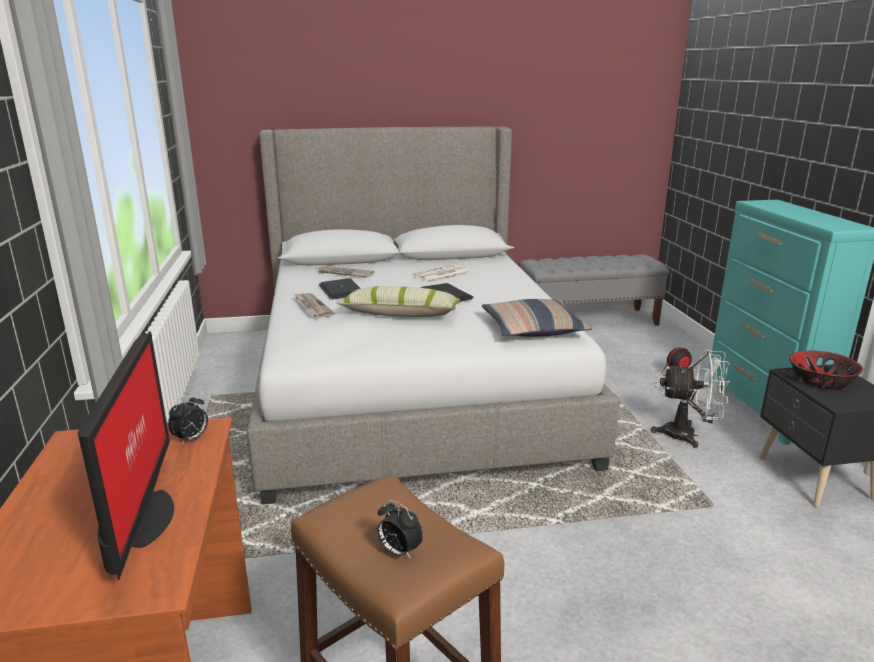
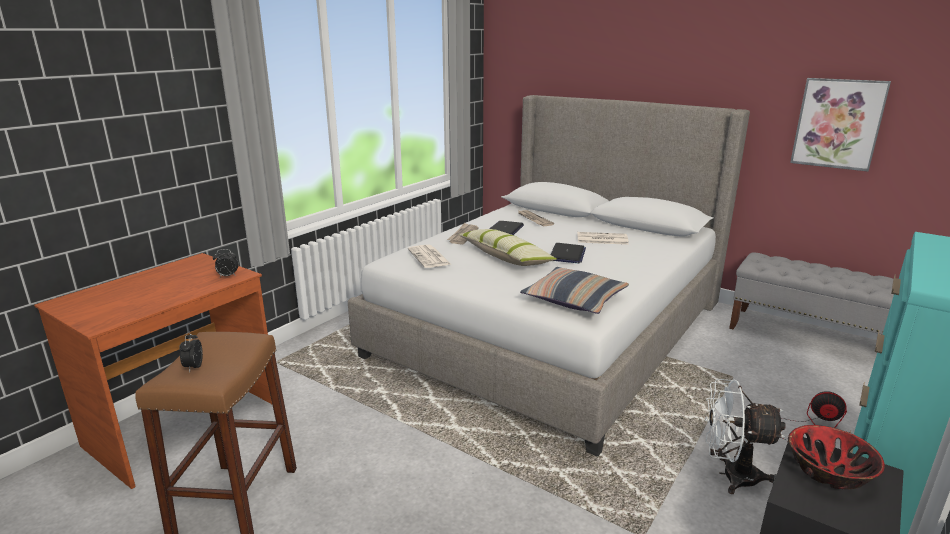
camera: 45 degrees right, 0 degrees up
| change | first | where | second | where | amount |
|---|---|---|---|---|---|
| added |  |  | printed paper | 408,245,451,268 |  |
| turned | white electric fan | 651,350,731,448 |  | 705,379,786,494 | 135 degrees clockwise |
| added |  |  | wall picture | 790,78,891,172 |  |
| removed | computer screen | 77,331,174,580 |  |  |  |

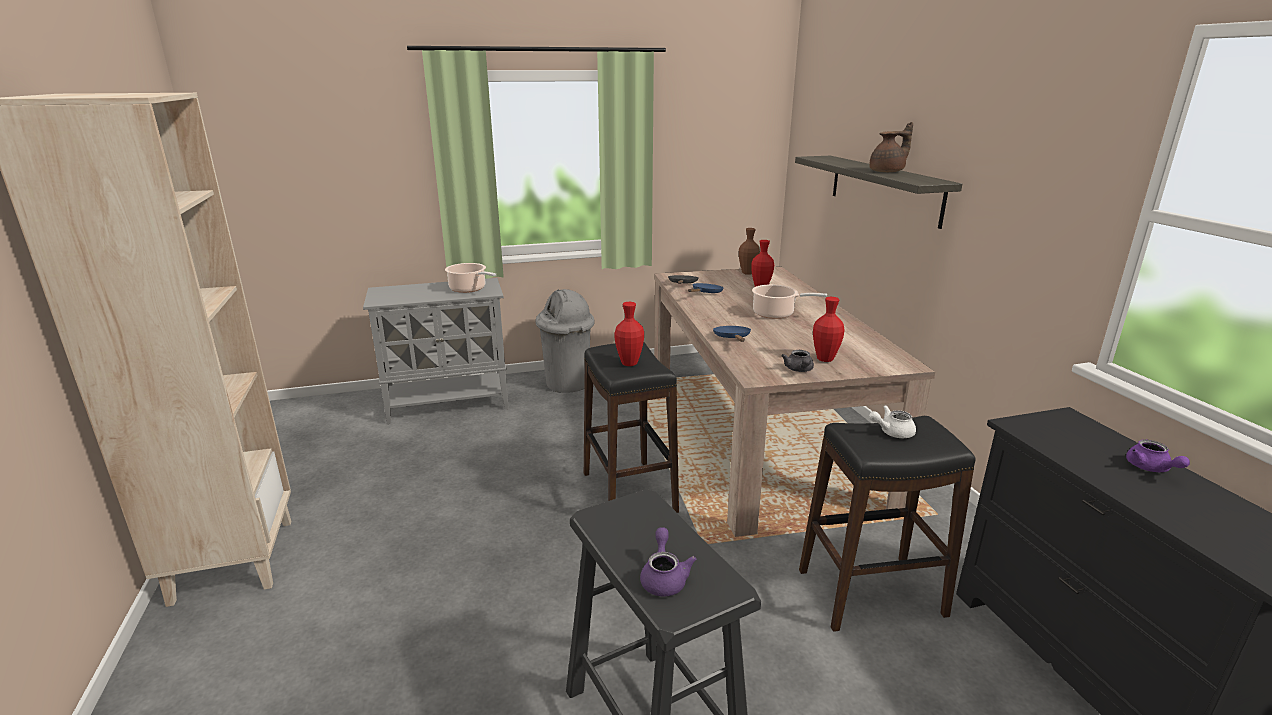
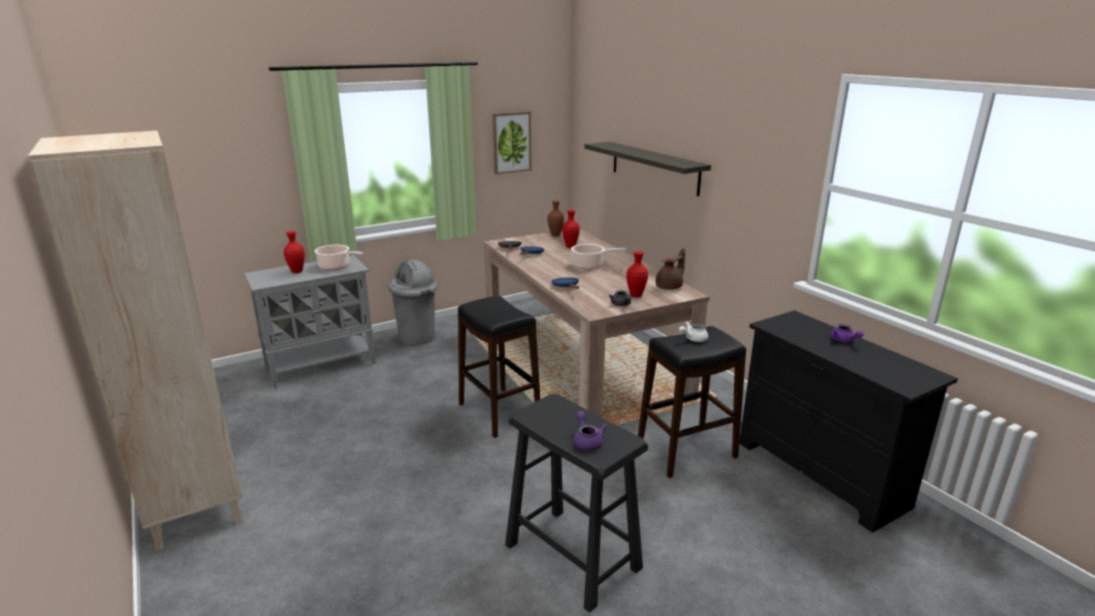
camera: 15 degrees left, 0 degrees up
| change | first | where | second | where | amount |
|---|---|---|---|---|---|
| moved | red decorative vase | 614,302,644,366 |  | 284,231,305,273 |  |
| added |  |  | wall picture | 493,111,532,175 |  |
| moved | brownish teapot | 869,122,913,172 |  | 656,248,685,290 |  |

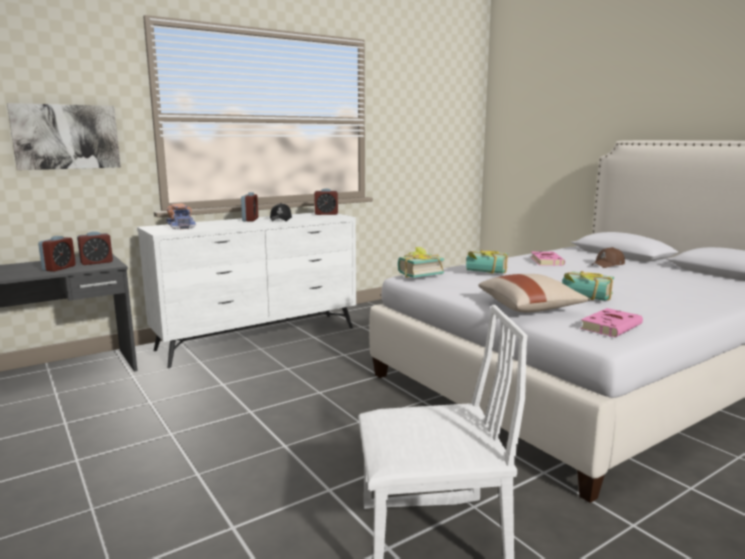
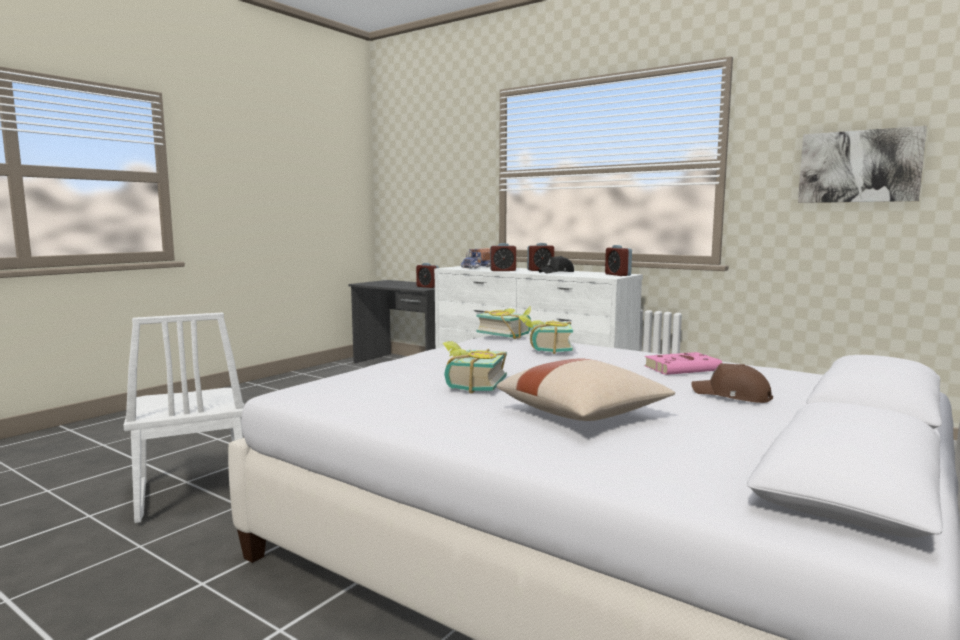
camera: 70 degrees right, 5 degrees down
| change | first | where | second | where | amount |
|---|---|---|---|---|---|
| moved | table clock | 38,236,76,272 |  | 490,243,516,271 |  |
| moved | beige-coloured cushion | 479,274,590,312 |  | 497,359,675,421 |  |
| moved | wall picture | 7,103,121,170 |  | 798,126,927,203 |  |
| removed | pink-coloured book | 580,308,643,337 |  |  |  |

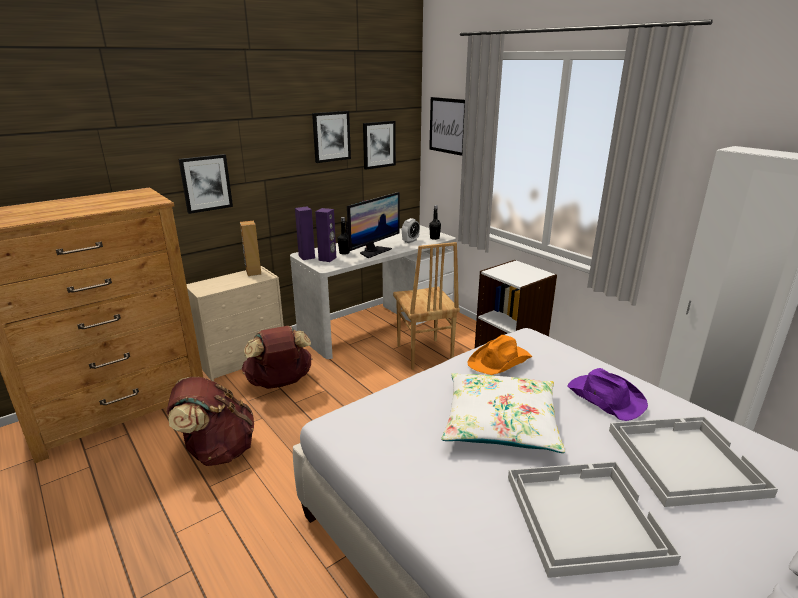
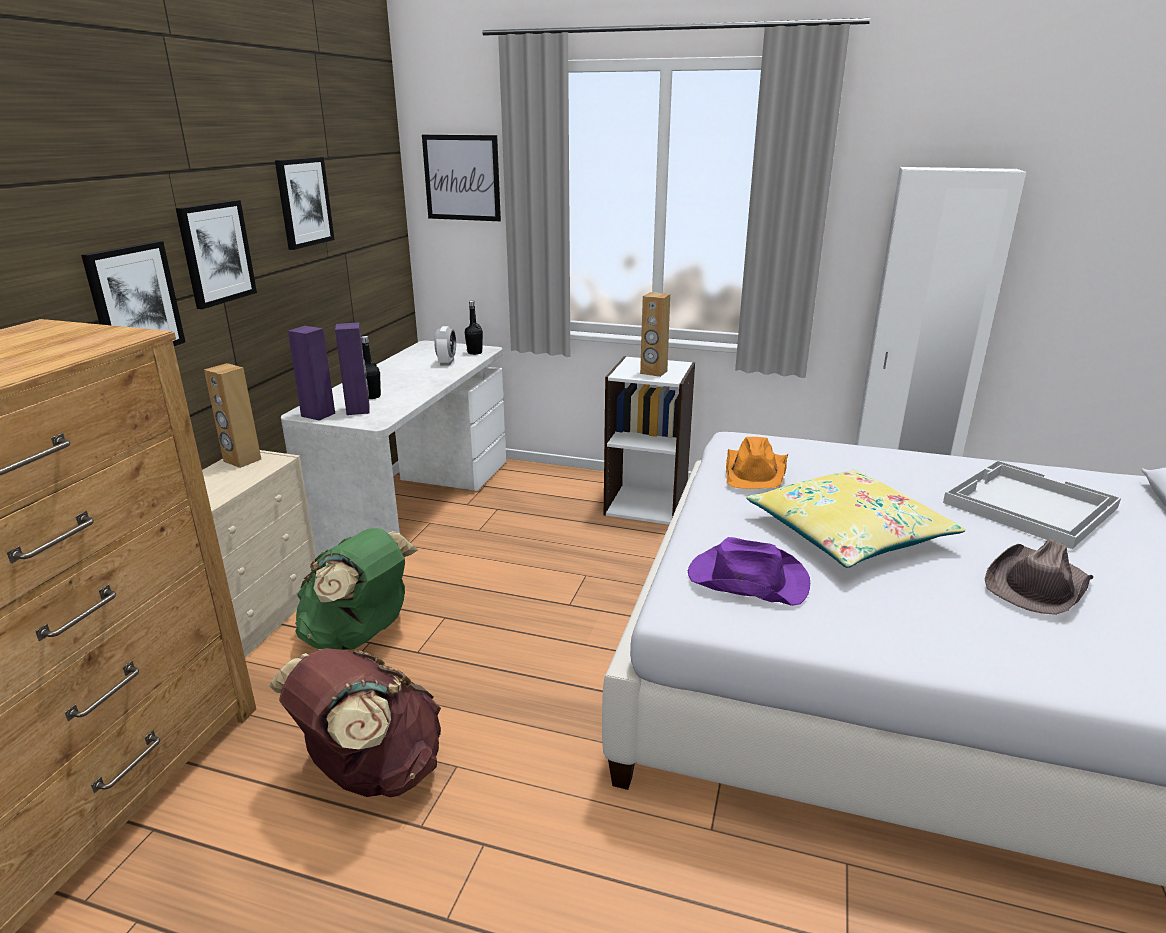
camera: 35 degrees left, 0 degrees up
| change | first | where | second | where | amount |
|---|---|---|---|---|---|
| moved | wall picture | 363,121,396,169 |  | 176,200,257,309 |  |
| recoloured | brownish backpack | 242,326,313,389 | green-coloured backpack | 295,528,418,650 |  |
| added |  |  | brownish speaker | 640,292,670,377 |  |
| moved | purple-coloured hat | 568,368,648,421 |  | 688,537,810,606 |  |
| recoloured | white cushion | 442,373,565,453 | yellow cushion | 746,470,965,568 |  |
| replaced | white tray | 508,461,681,578 | brownish hat | 985,539,1093,615 |  |
| removed | computer screen | 345,192,399,258 |  |  |  |
| removed | brownish chair | 393,242,460,370 |  |  |  |

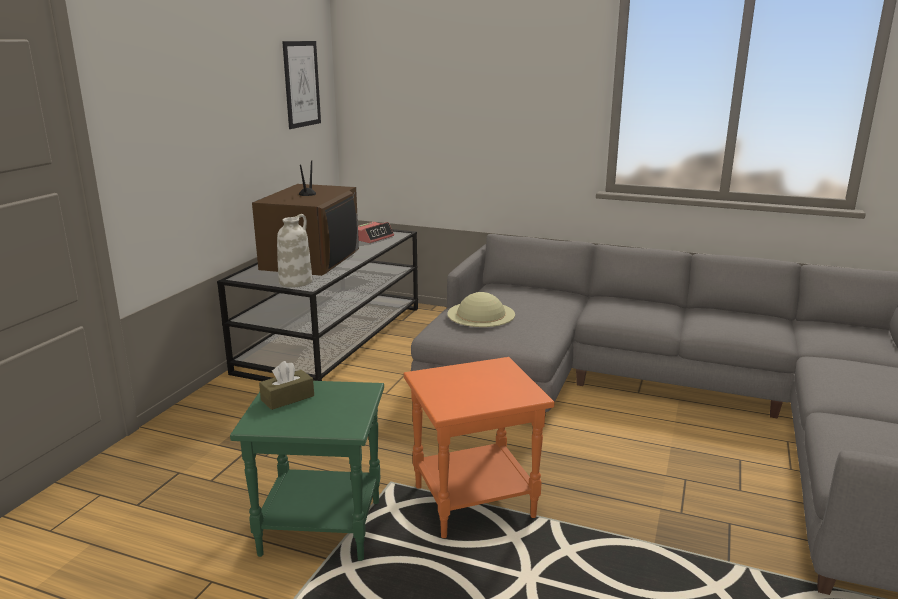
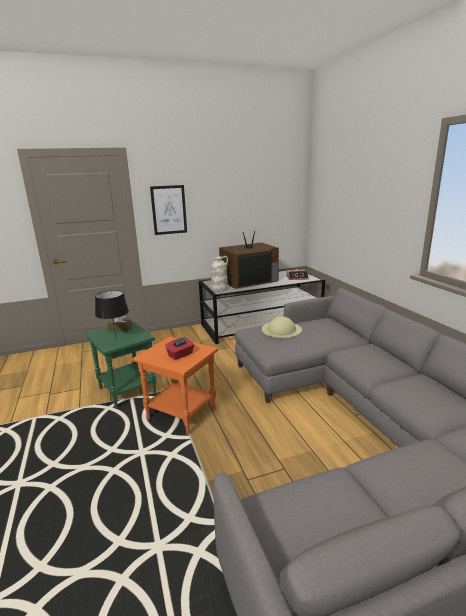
camera: 50 degrees right, 0 degrees up
| change | first | where | second | where | amount |
|---|---|---|---|---|---|
| added |  |  | black-coloured lamp for a table | 95,290,129,337 |  |
| moved | wall picture | 282,41,321,129 |  | 150,185,187,235 |  |
| added |  |  | red box of tissues | 165,337,194,360 |  |

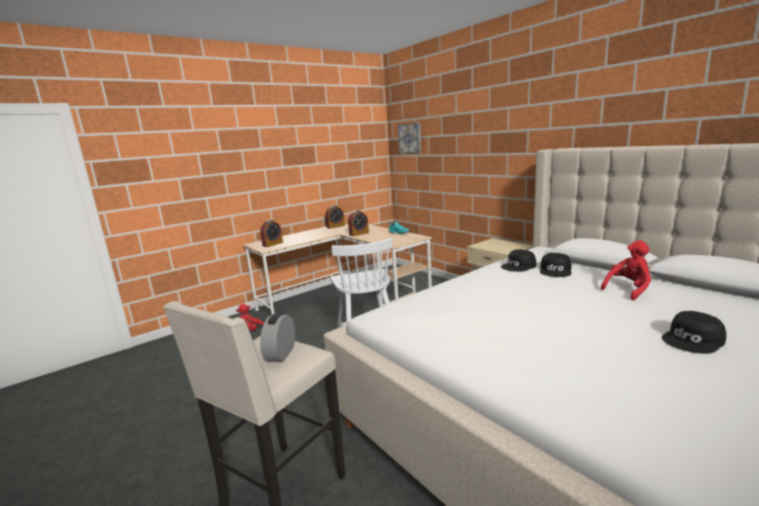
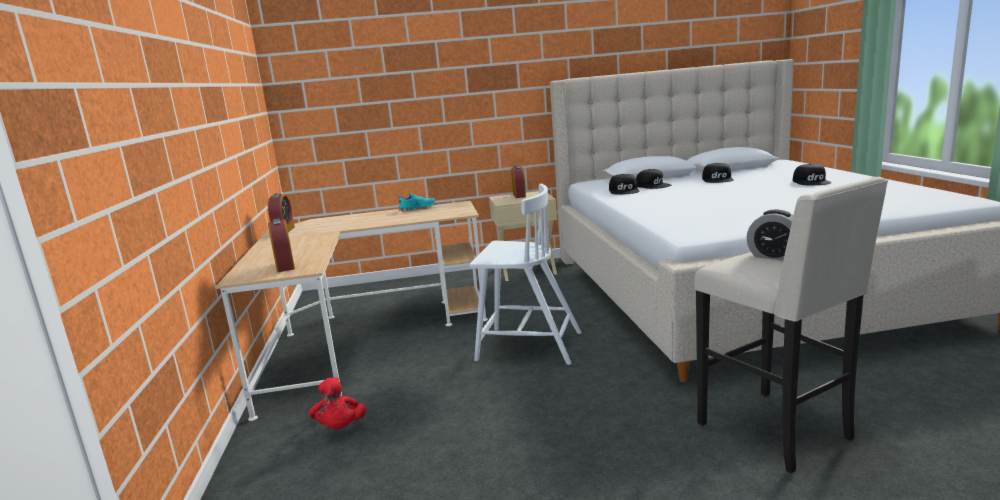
camera: 60 degrees left, 0 degrees up
| change | first | where | second | where | amount |
|---|---|---|---|---|---|
| moved | table clock | 348,211,369,236 |  | 511,165,526,198 |  |
| replaced | red plush toy | 601,240,651,300 | black-coloured baseball cap | 702,163,733,183 |  |
| removed | wall picture | 398,122,421,154 |  |  |  |

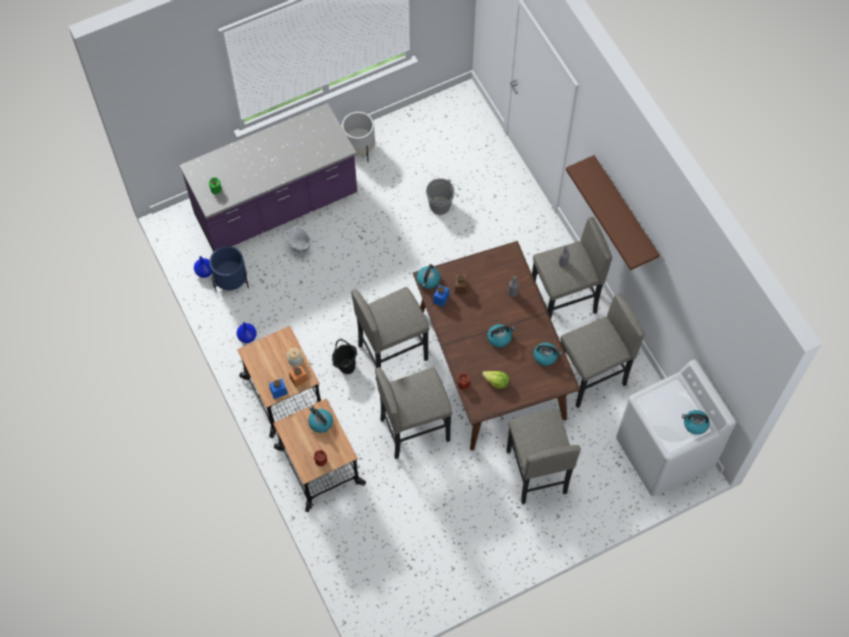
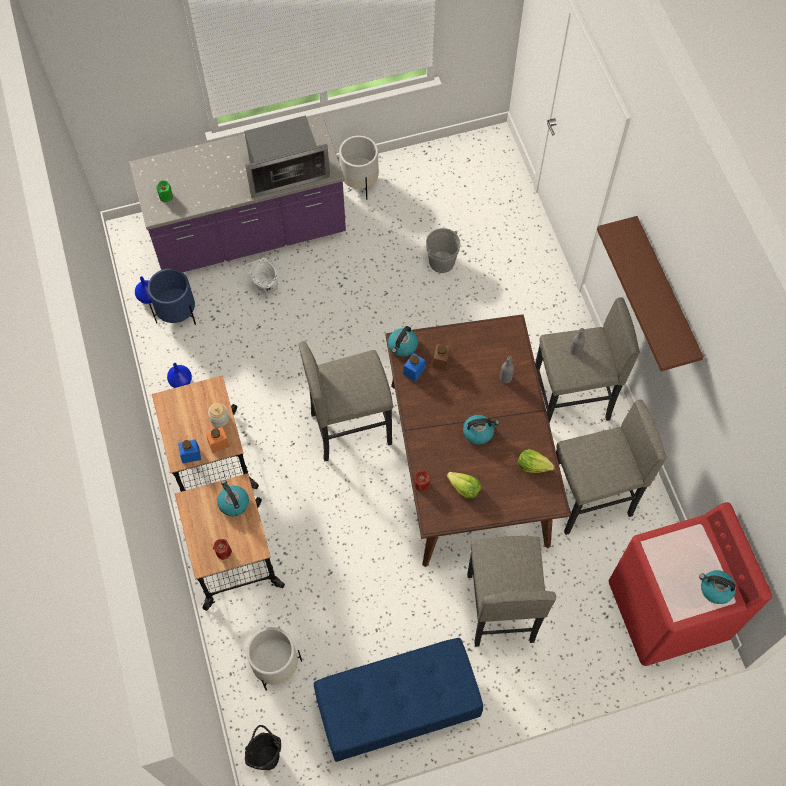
camera: 10 degrees right, 0 degrees up
| change | first | where | second | where | amount |
|---|---|---|---|---|---|
| added |  |  | microwave oven | 244,115,330,198 |  |
| moved | black-coloured pail | 332,339,357,374 |  | 245,725,281,770 |  |
| added |  |  | white flower pot | 247,627,302,691 |  |
| added |  |  | blue indoor bench | 314,638,483,762 |  |
| replaced | tea kettle | 534,342,562,366 | head of lettuce | 518,449,555,473 |  |
| recoloured | white laundry appliance | 616,359,736,497 | red laundry appliance | 609,502,772,666 |  |
| removed | grey sitting stool | 375,367,452,459 |  |  |  |

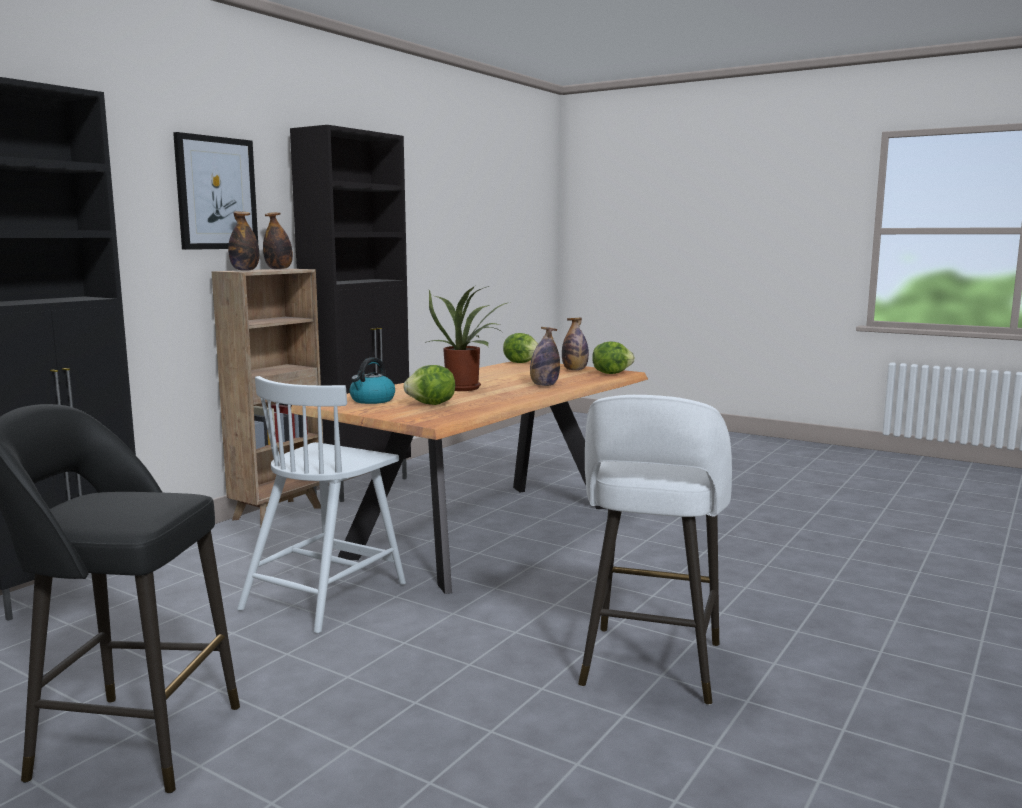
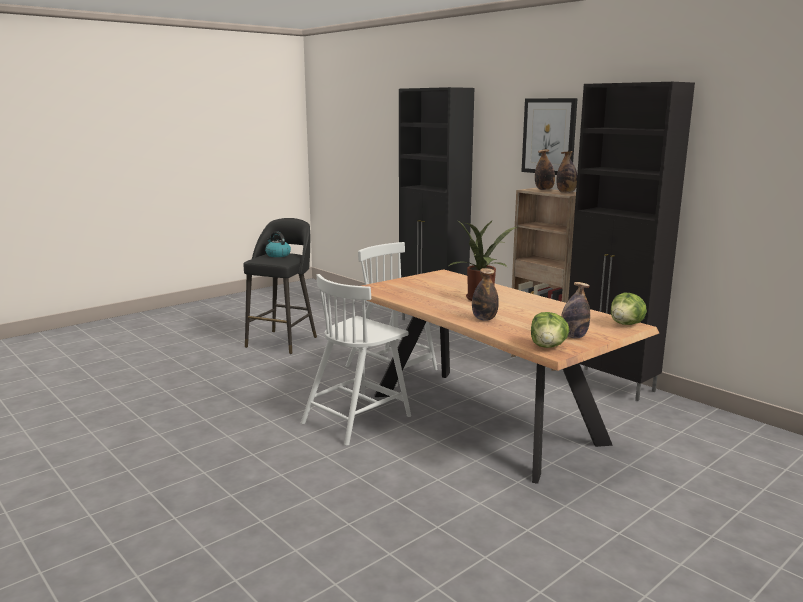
camera: 105 degrees right, 5 degrees up
| change | first | where | second | where | amount |
|---|---|---|---|---|---|
| moved | tea kettle | 350,357,395,404 |  | 265,231,291,257 |  |
| added |  |  | white chair | 301,274,411,446 |  |
| removed | head of lettuce | 403,365,455,405 |  |  |  |
| removed | white sitting stool | 578,395,732,705 |  |  |  |

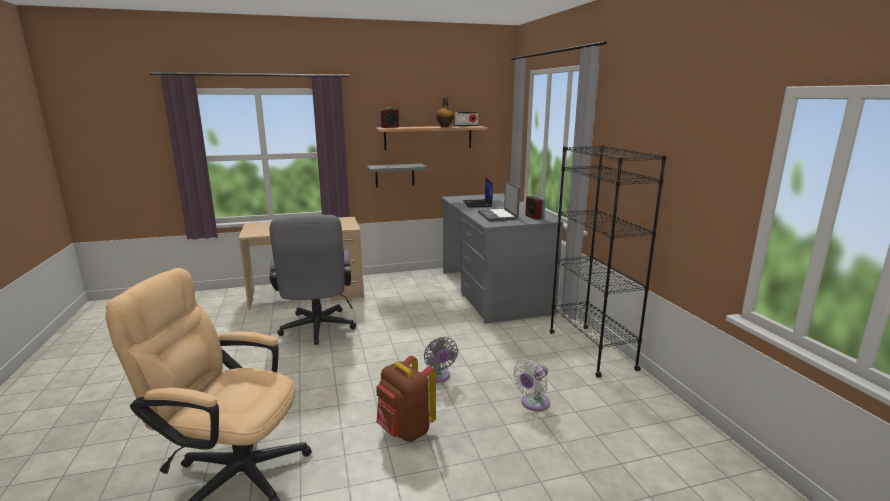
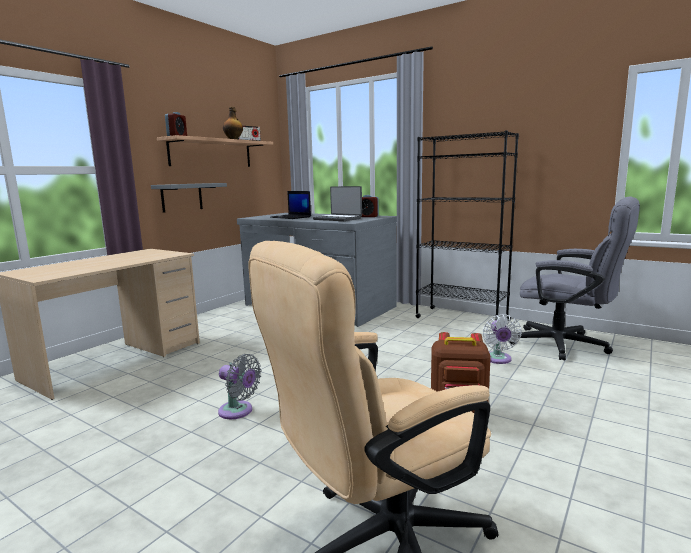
camera: 40 degrees left, 5 degrees down
| change | first | where | second | where | amount |
|---|---|---|---|---|---|
| moved | grey electric fan | 424,337,458,383 |  | 218,354,262,419 |  |
| moved | grey office chair | 269,214,356,345 |  | 508,196,640,361 |  |

